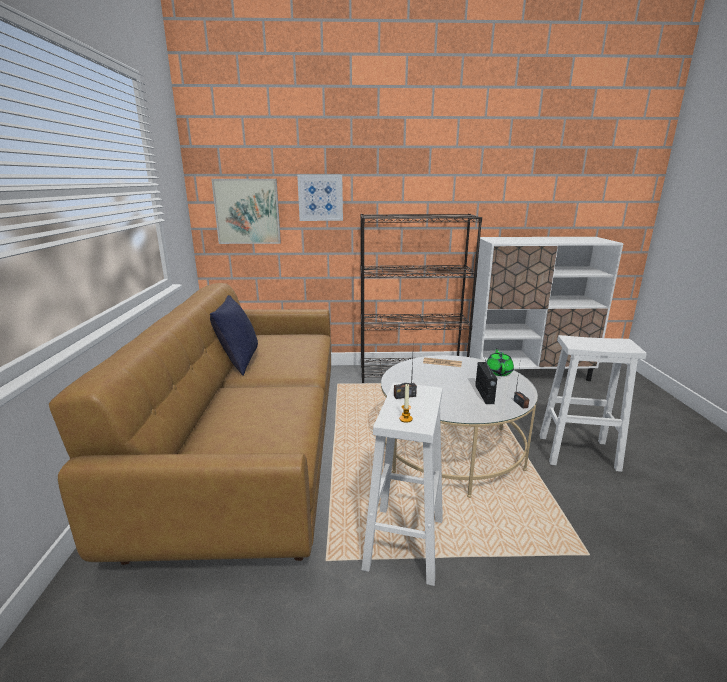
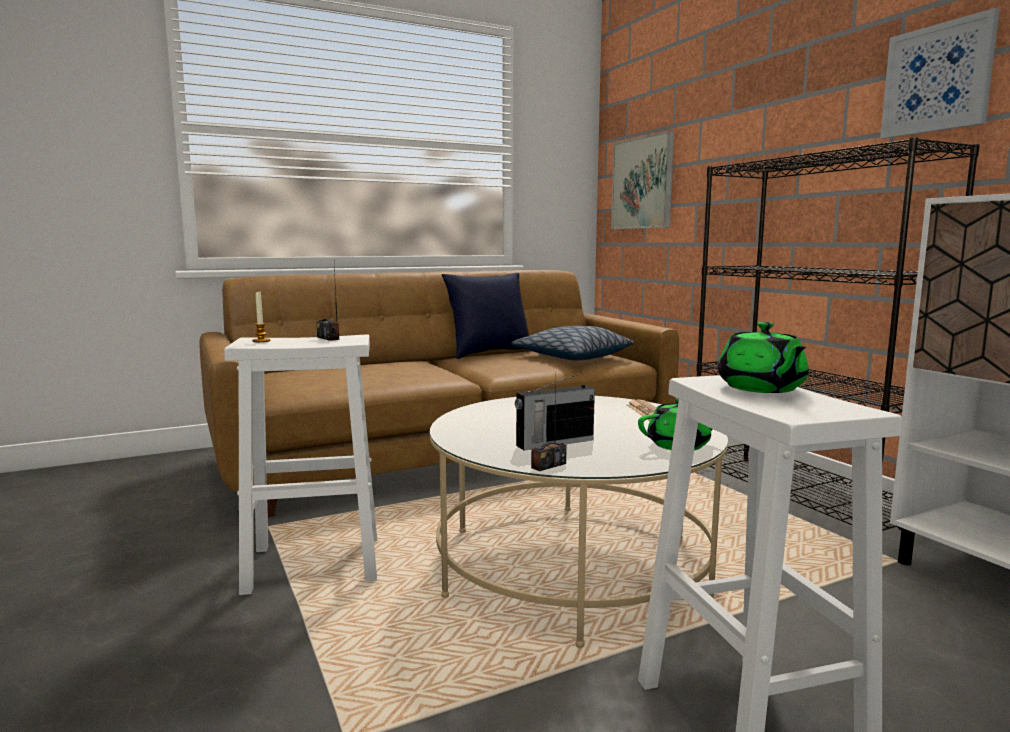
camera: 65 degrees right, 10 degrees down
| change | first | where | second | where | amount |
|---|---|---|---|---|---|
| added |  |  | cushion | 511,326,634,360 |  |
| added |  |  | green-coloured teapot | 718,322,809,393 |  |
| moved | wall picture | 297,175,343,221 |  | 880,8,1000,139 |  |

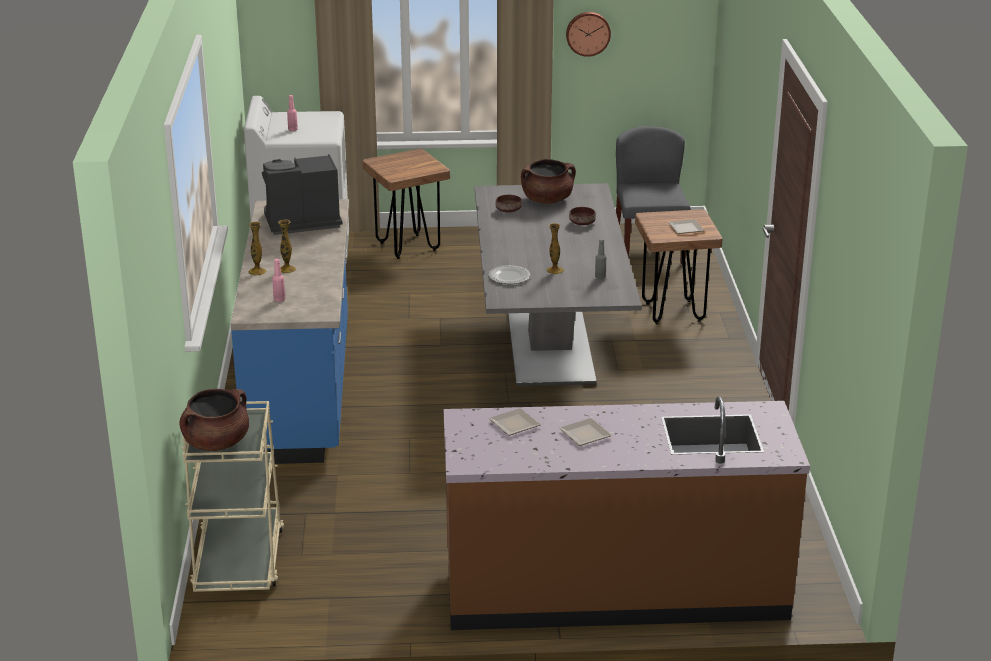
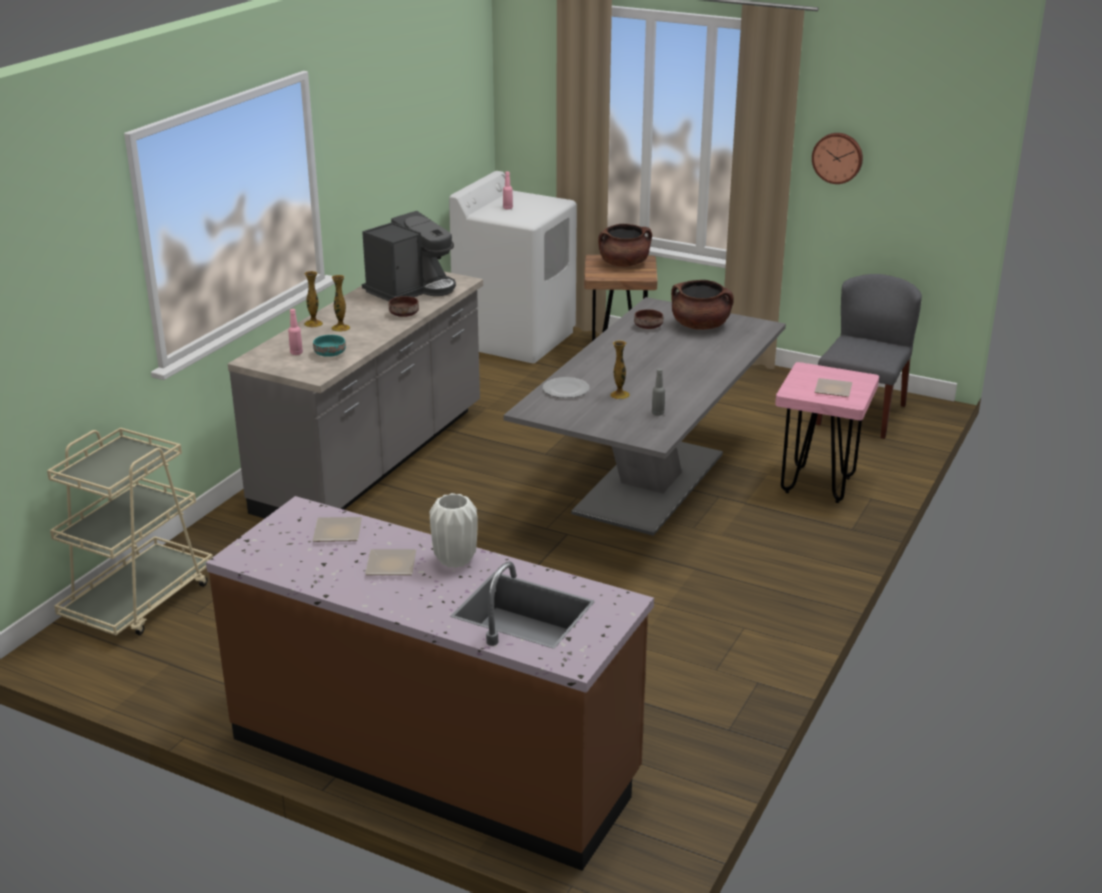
camera: 30 degrees right, 0 degrees up
| change | first | where | second | where | amount |
|---|---|---|---|---|---|
| recoloured | blue kitchen counter | 231,199,349,464 | grey kitchen counter | 228,272,483,518 |  |
| added |  |  | turquoise bowl | 313,335,346,357 |  |
| turned | coffee machine | 262,154,342,235 |  | 362,211,456,301 | 120 degrees clockwise |
| moved | brownish bowl | 569,207,596,225 |  | 389,296,419,317 |  |
| added |  |  | white decorative vase | 430,493,478,568 |  |
| moved | brownish stockpot | 180,389,249,451 |  | 598,224,652,267 |  |
| recoloured | brownish sitting stool | 635,209,723,325 | pink-coloured sitting stool | 775,362,879,503 |  |

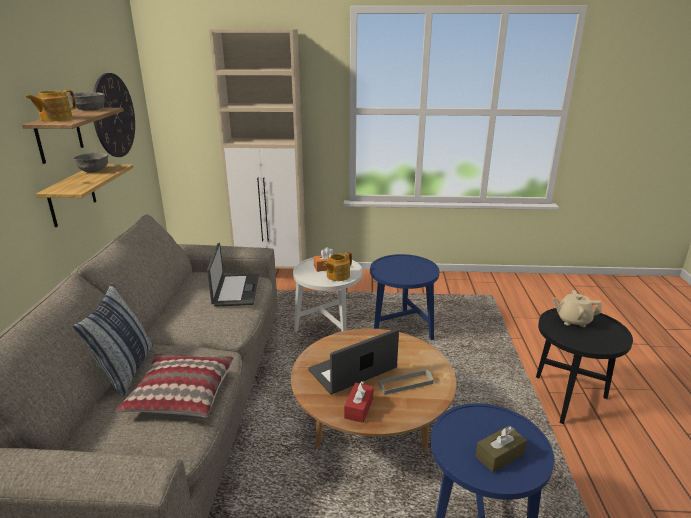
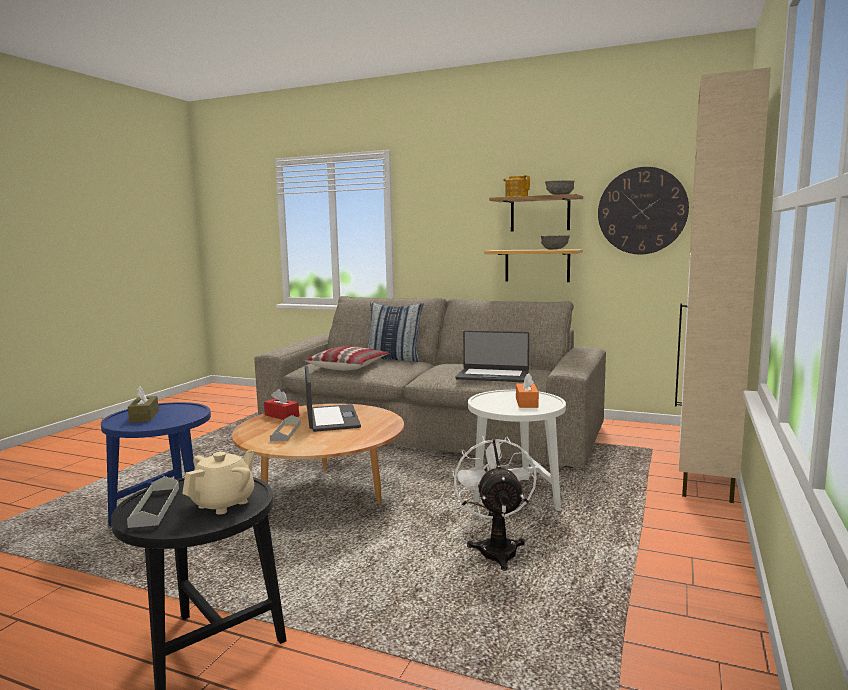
camera: 110 degrees right, 15 degrees down
| change | first | where | second | where | amount |
|---|---|---|---|---|---|
| added |  |  | grey tray | 127,476,179,528 |  |
| replaced | blue end table | 370,254,440,340 | white electric fan | 453,436,537,571 |  |
| removed | teapot | 324,252,352,281 |  |  |  |

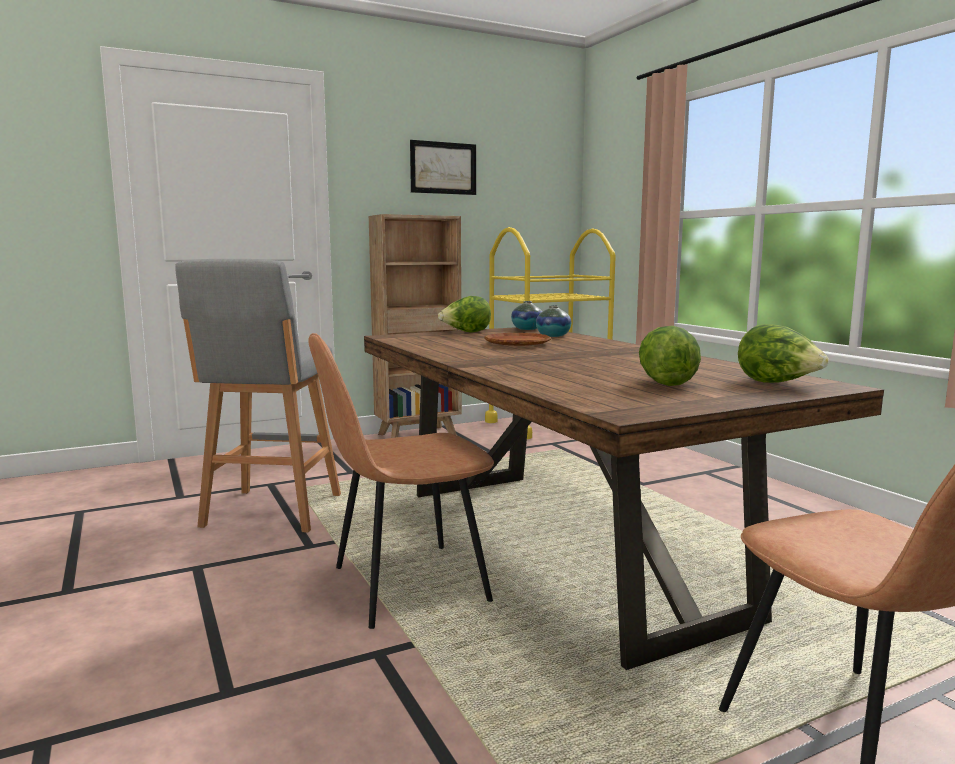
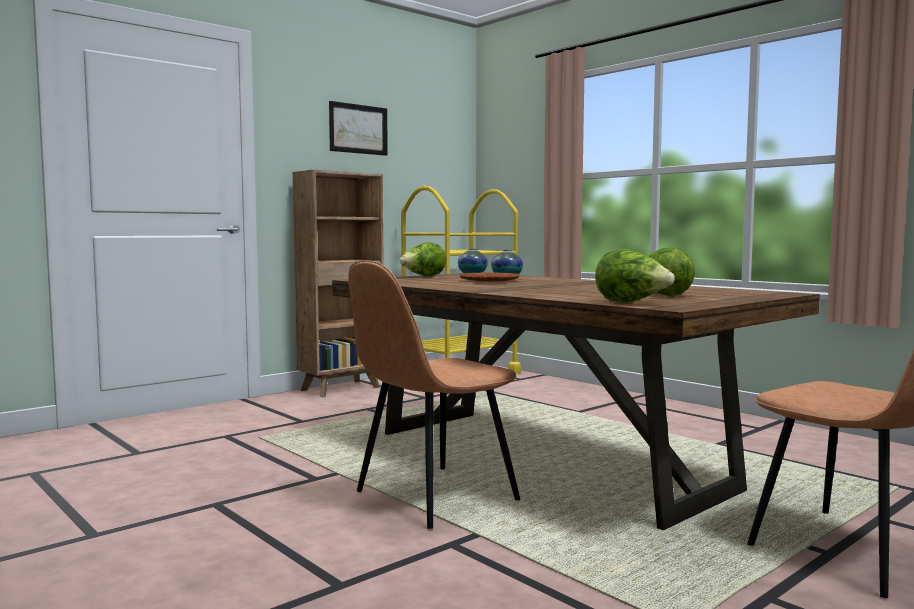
camera: 15 degrees left, 5 degrees down
| change | first | where | second | where | amount |
|---|---|---|---|---|---|
| moved | head of lettuce | 738,324,829,383 |  | 595,249,675,303 |  |
| removed | grey sitting stool | 176,259,341,532 |  |  |  |

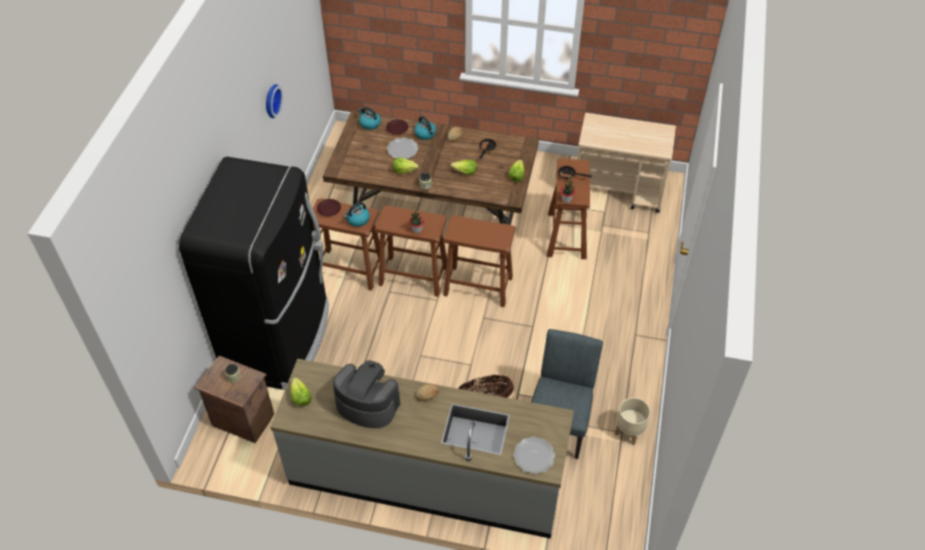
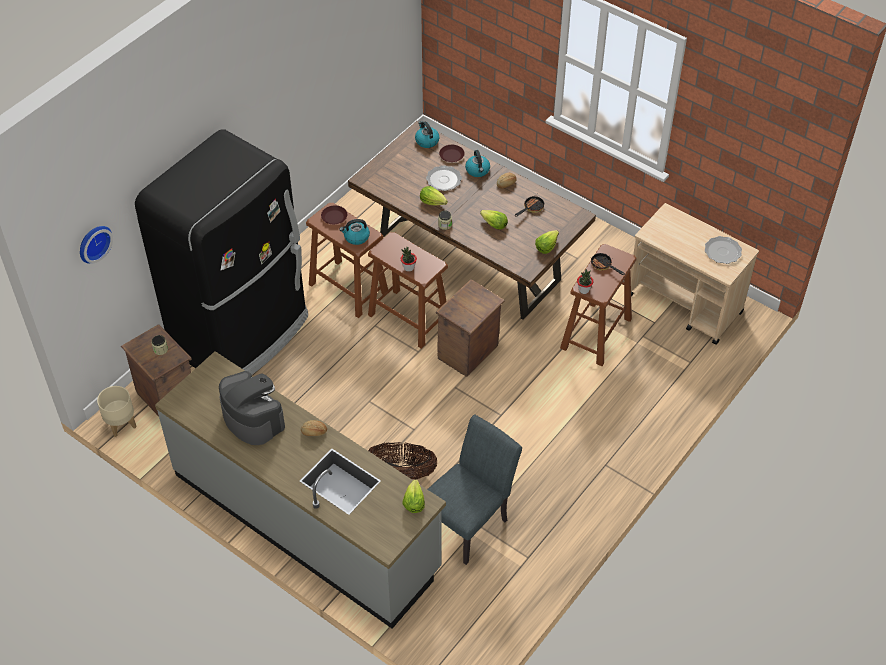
camera: 25 degrees right, 0 degrees up
| change | first | where | second | where | amount |
|---|---|---|---|---|---|
| moved | hanging clock | 266,84,283,118 |  | 80,226,113,263 |  |
| moved | beige-coloured flower pot | 615,398,650,445 |  | 97,386,136,437 |  |
| moved | head of lettuce | 290,377,312,406 |  | 403,480,425,513 |  |
| replaced | brownish sitting stool | 443,215,516,307 | packing crate | 436,279,505,377 |  |
| moved | flat dish | 513,437,555,474 |  | 705,236,742,264 |  |

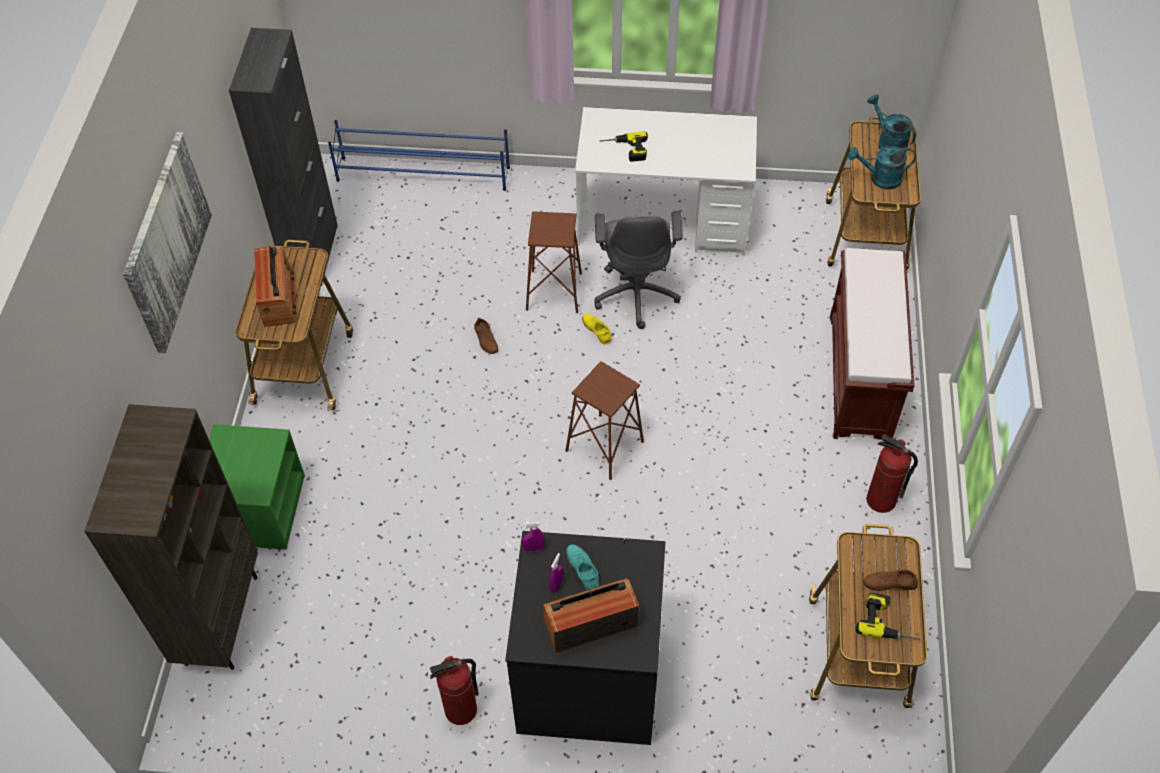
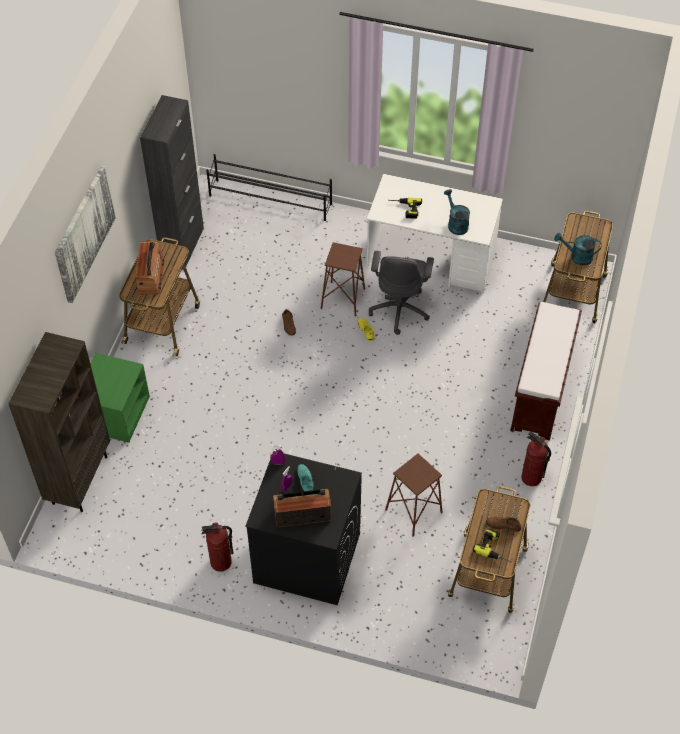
camera: 10 degrees right, 0 degrees up
| change | first | where | second | where | amount |
|---|---|---|---|---|---|
| recoloured | blue shoe stand | 328,120,510,191 | black-coloured shoe stand | 206,154,332,221 |  |
| moved | brownish sitting stool | 565,361,644,480 |  | 385,454,443,537 |  |
| moved | turquoise sprinkling can | 867,94,916,153 |  | 444,189,470,235 |  |

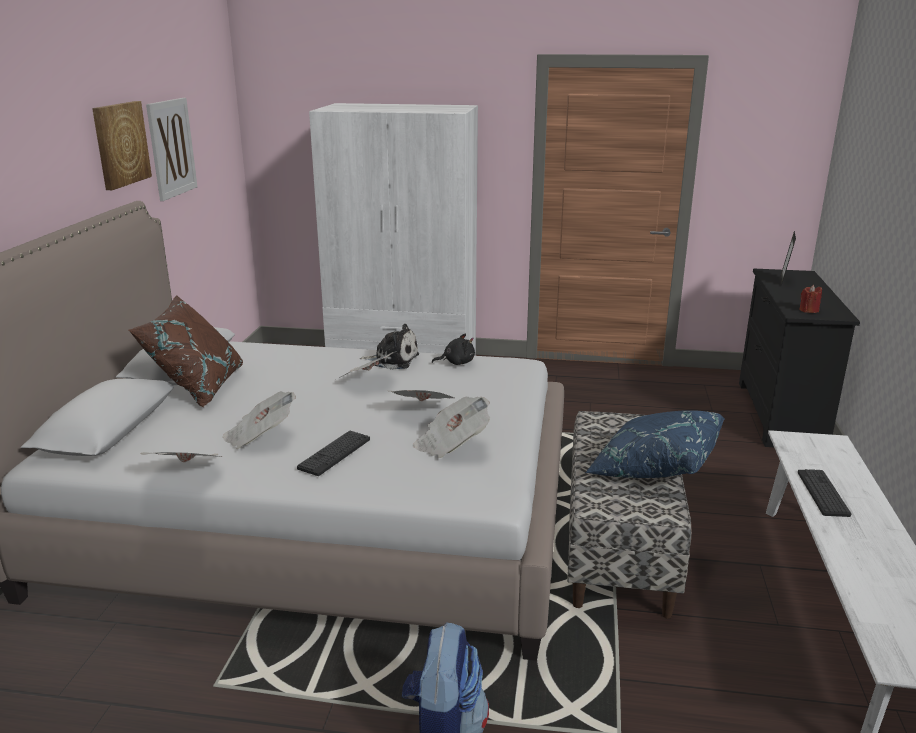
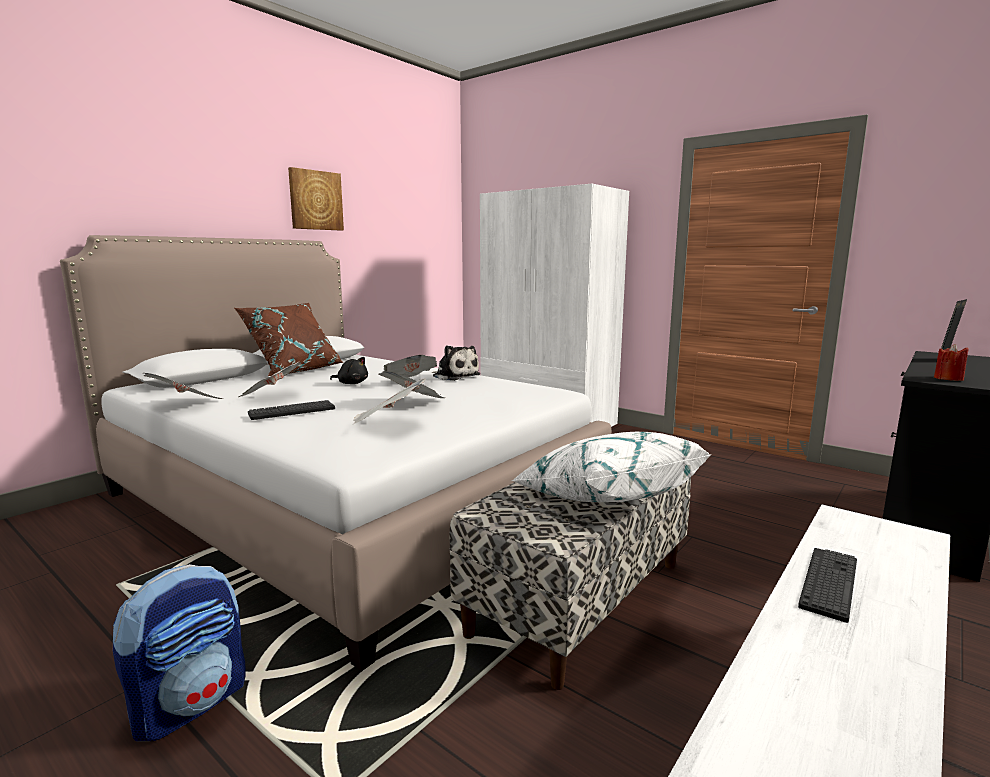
camera: 30 degrees right, 10 degrees down
| change | first | where | second | where | amount |
|---|---|---|---|---|---|
| moved | black-coloured plush toy | 432,333,475,365 |  | 330,357,368,384 |  |
| recoloured | blue cushion | 585,410,725,478 | white cushion | 511,432,712,502 |  |
| removed | wall picture | 146,98,197,201 |  |  |  |

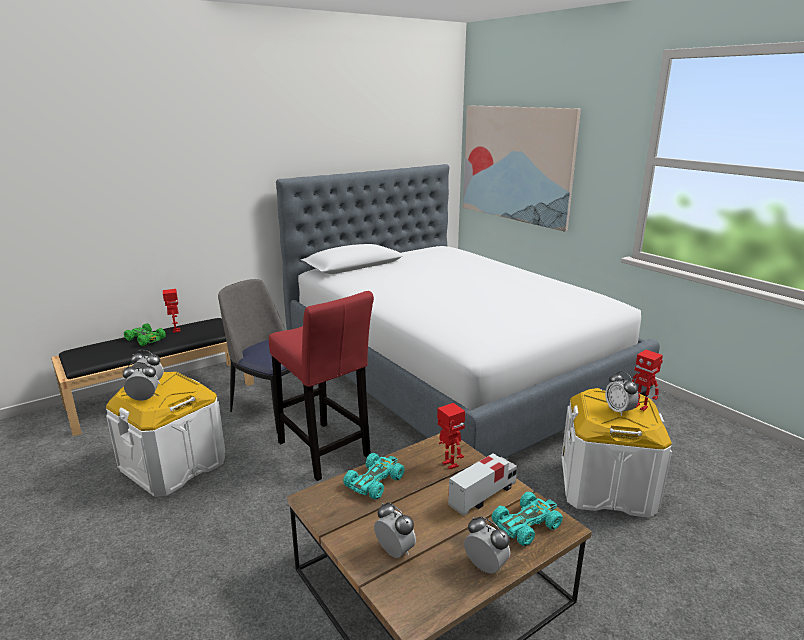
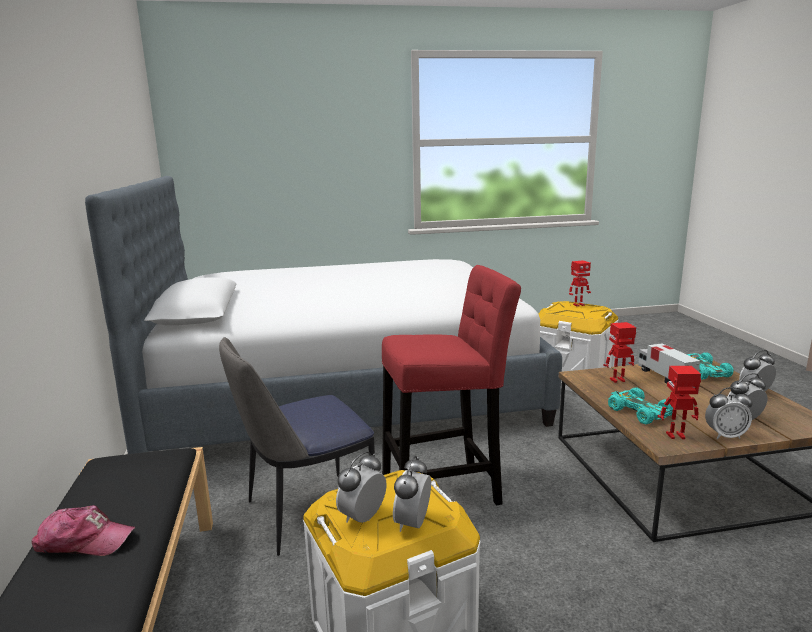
camera: 65 degrees left, 5 degrees down
| change | first | where | second | where | amount |
|---|---|---|---|---|---|
| replaced | green-coloured miniature car | 124,323,166,346 | baseball cap | 31,505,135,556 |  |
| moved | robot figure | 163,289,181,333 |  | 658,366,701,439 |  |
| moved | table clock | 605,371,639,416 |  | 705,387,753,439 |  |
| removed | wall picture | 463,105,581,232 |  |  |  |

